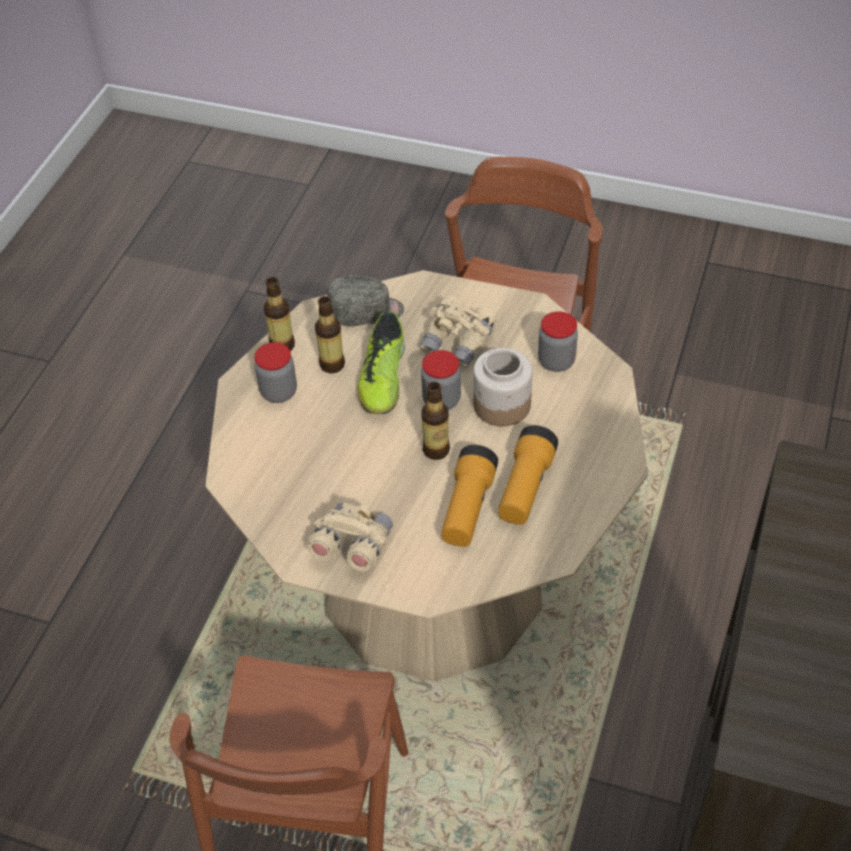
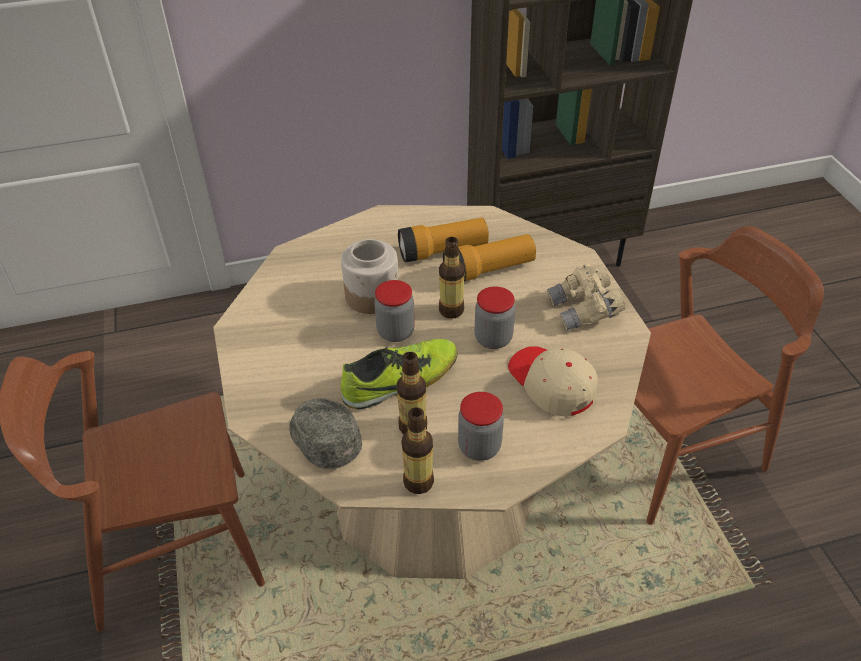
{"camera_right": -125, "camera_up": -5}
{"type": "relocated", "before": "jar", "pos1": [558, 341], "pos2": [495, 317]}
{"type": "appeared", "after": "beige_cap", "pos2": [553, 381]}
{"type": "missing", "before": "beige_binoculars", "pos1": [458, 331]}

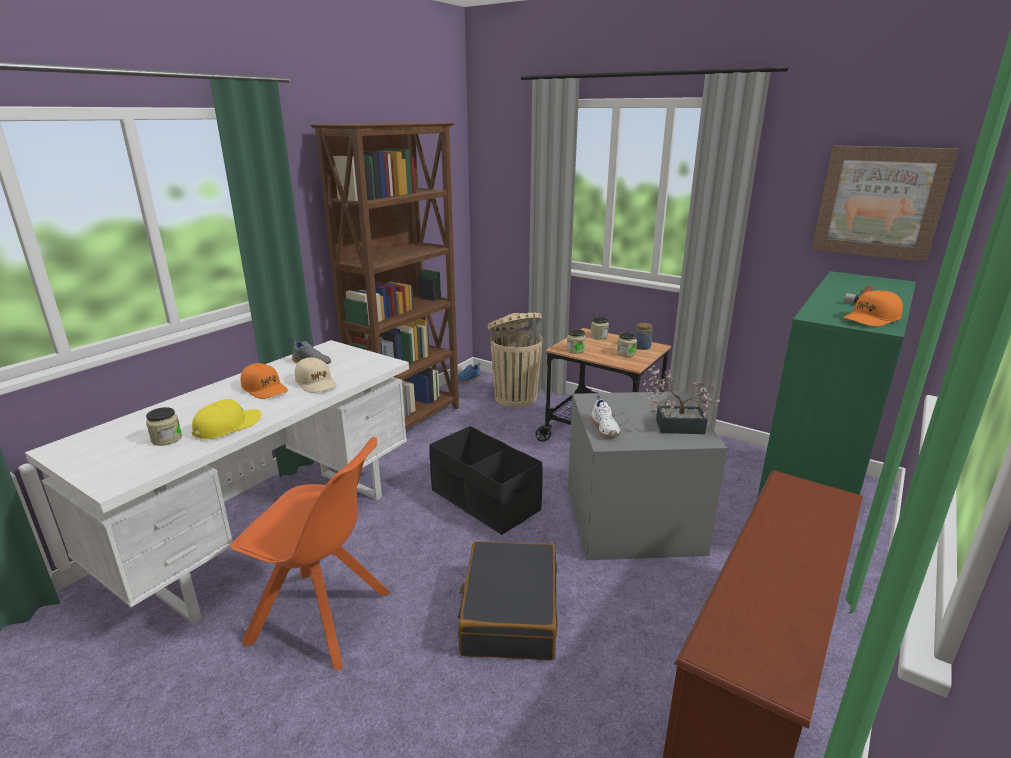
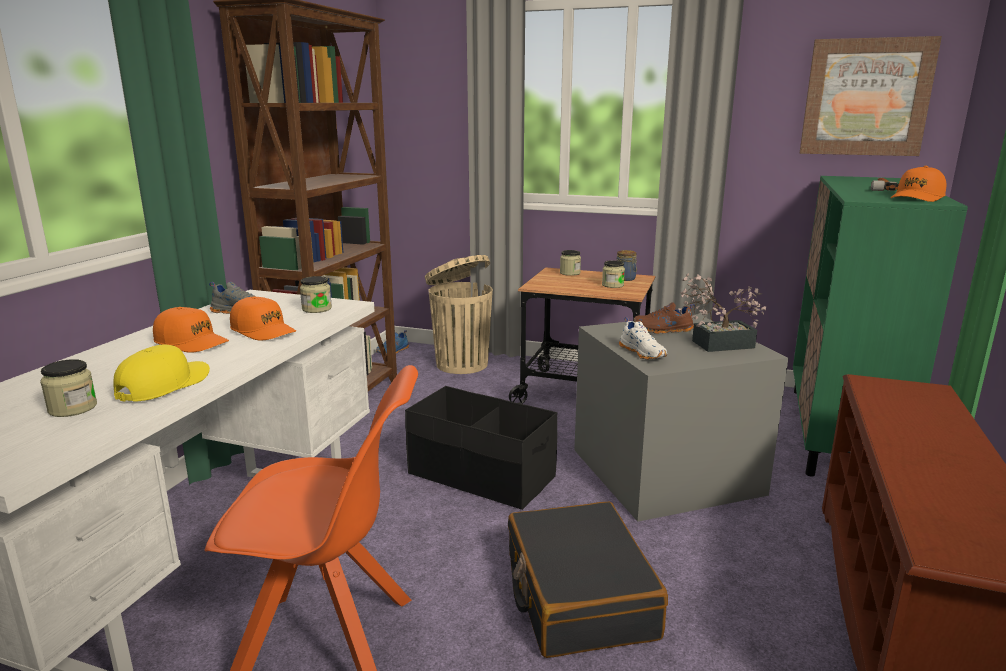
{"camera_right": -15, "camera_up": -5}
{"type": "colour", "before": "beige_cap", "after": "orange_cap", "pos1": [316, 375], "pos2": [263, 318]}
{"type": "relocated", "before": "jar", "pos1": [576, 341], "pos2": [316, 294]}
{"type": "appeared", "after": "brown_shoe", "pos2": [664, 318]}

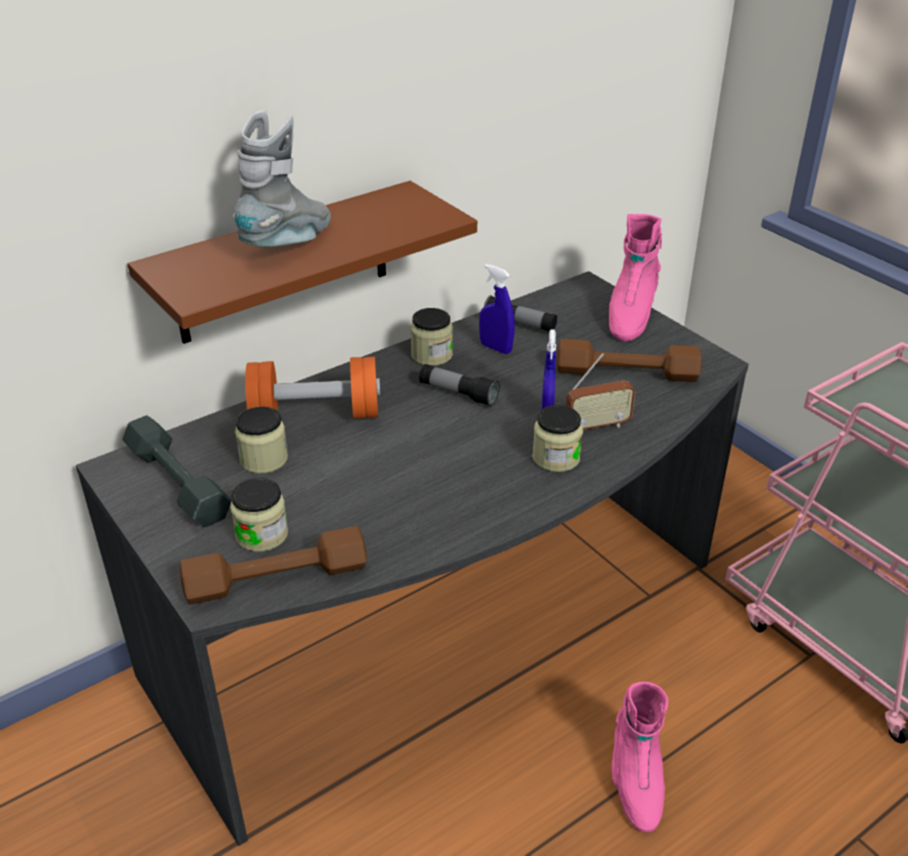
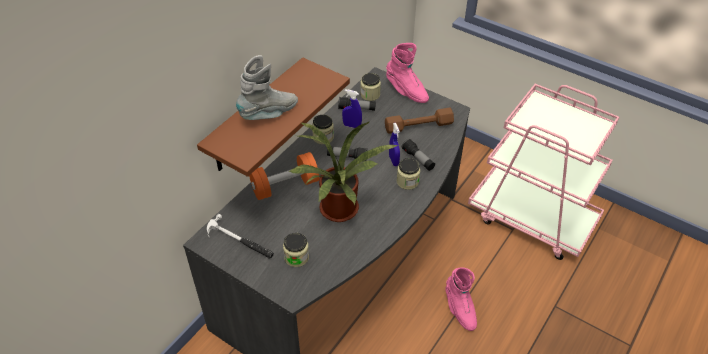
{"camera_right": -20, "camera_up": 10}
{"type": "exchanged", "before": "grey_dumbbell", "after": "hammer", "pos1": [177, 471], "pos2": [240, 236]}
{"type": "spun", "before": "grey_boot", "pos1": [282, 178], "pos2": [267, 87], "turn": 45}
{"type": "appeared", "after": "potted_plant", "pos2": [343, 172]}
{"type": "relocated", "before": "jar", "pos1": [261, 440], "pos2": [370, 87]}
{"type": "spun", "before": "pink_boot", "pos1": [635, 277], "pos2": [407, 73], "turn": -45}
{"type": "exchanged", "before": "radio", "after": "flashlight", "pos1": [600, 393], "pos2": [418, 155]}
{"type": "missing", "before": "brown_dumbbell", "pos1": [273, 565]}

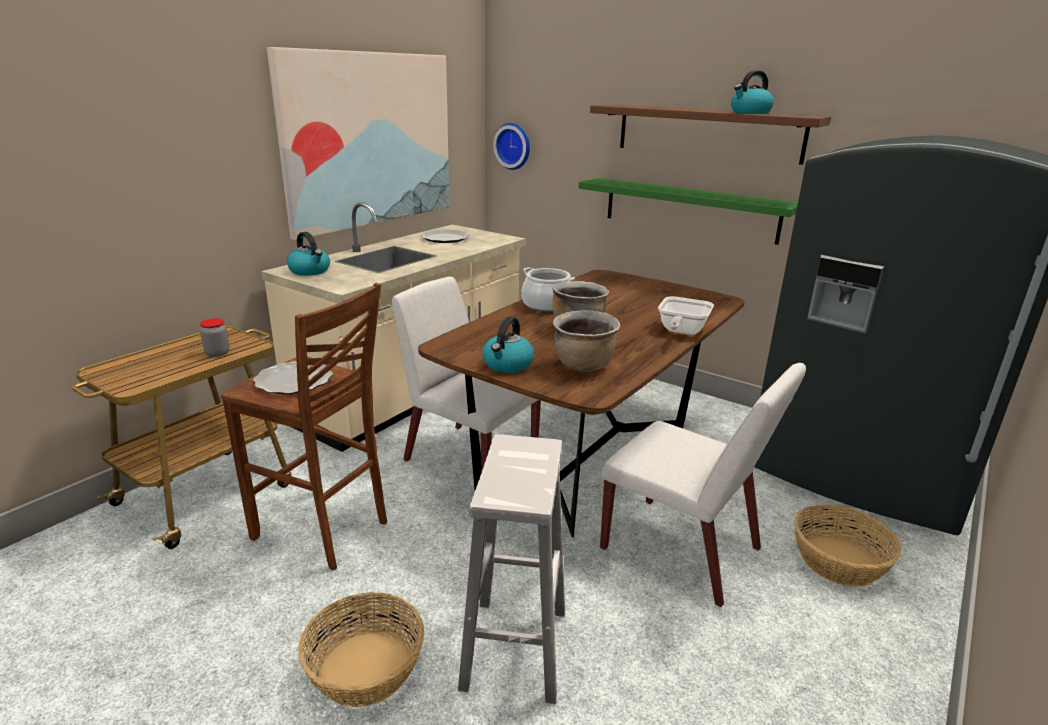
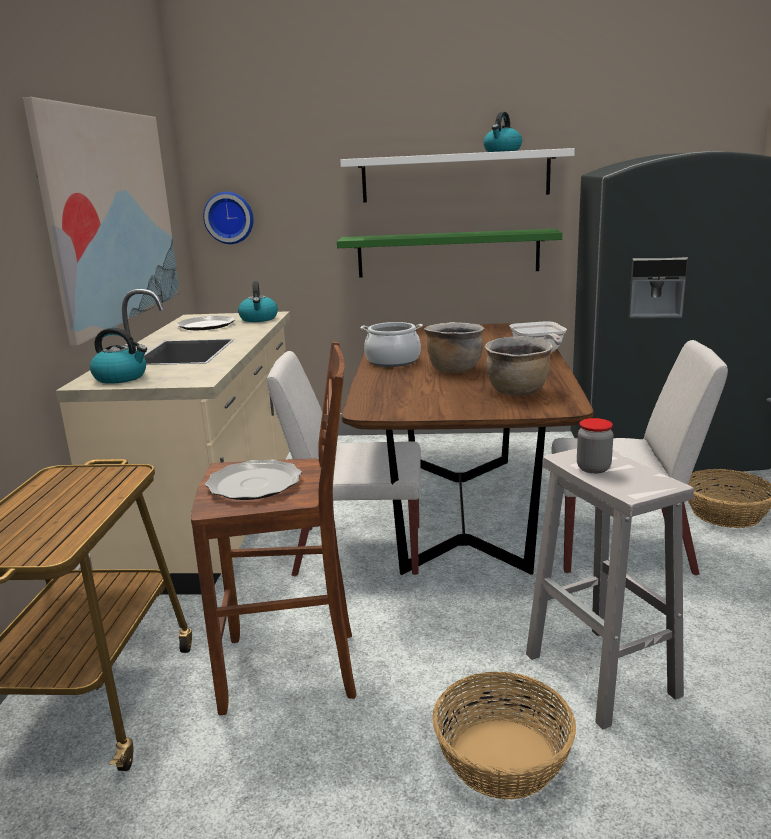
{"camera_right": -30, "camera_up": -5}
{"type": "relocated", "before": "kettle", "pos1": [508, 345], "pos2": [258, 301]}
{"type": "colour", "before": "brown_shelf", "after": "white_shelf", "pos1": [710, 134], "pos2": [457, 175]}
{"type": "relocated", "before": "jar", "pos1": [214, 337], "pos2": [595, 446]}

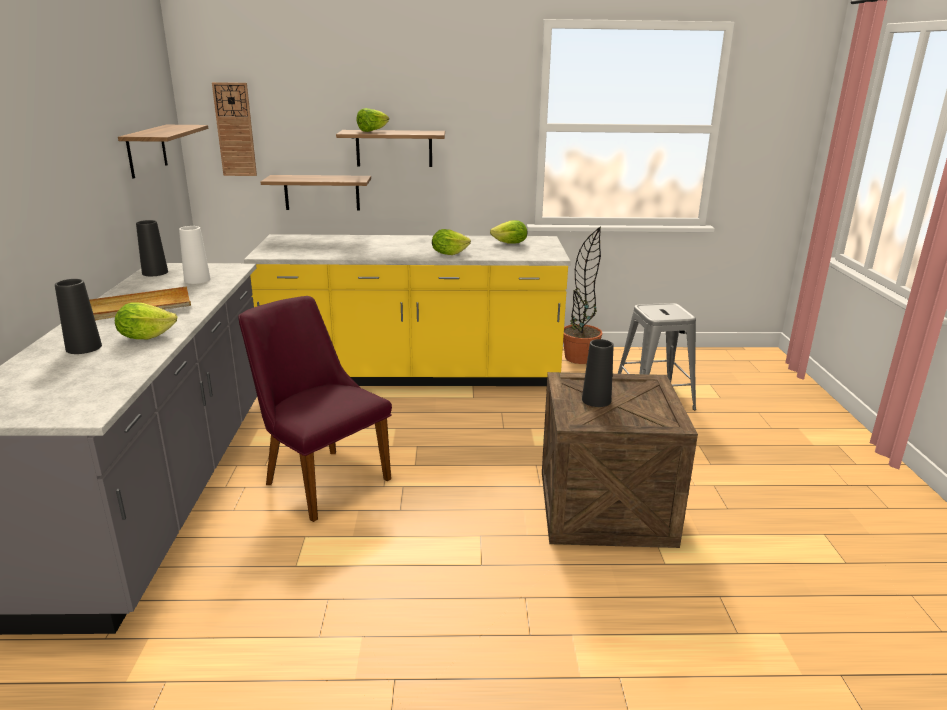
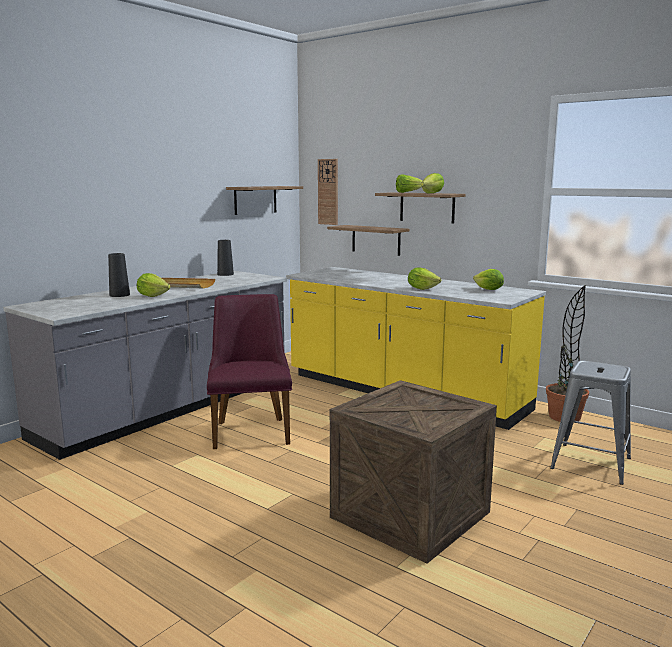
{"camera_right": 40, "camera_up": -10}
{"type": "appeared", "after": "lettuce", "pos2": [432, 183]}
{"type": "missing", "before": "white_vase", "pos1": [195, 255]}
{"type": "missing", "before": "black_vase", "pos1": [598, 373]}

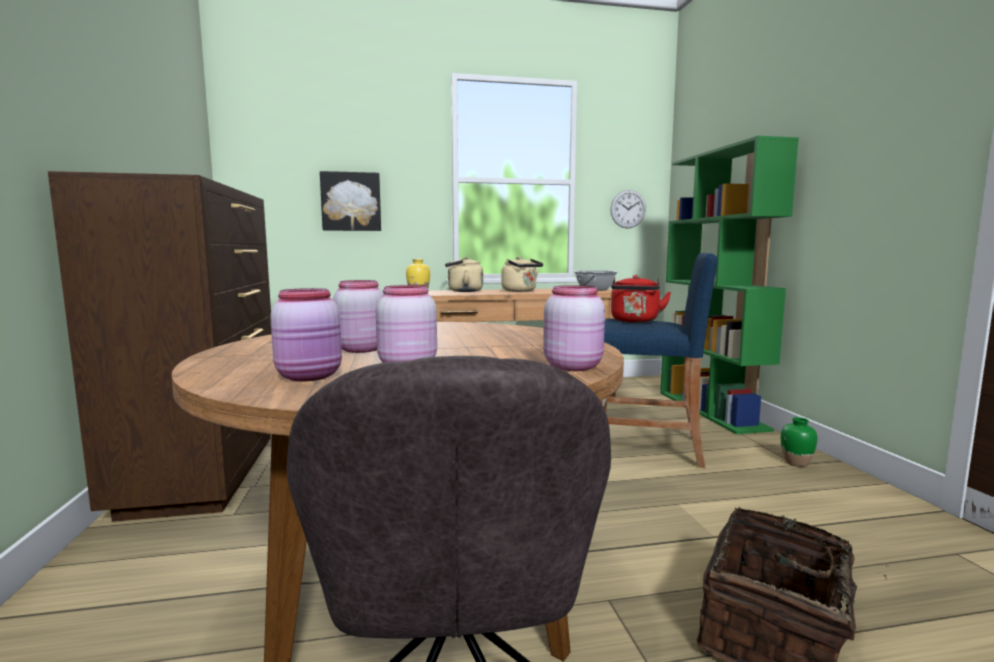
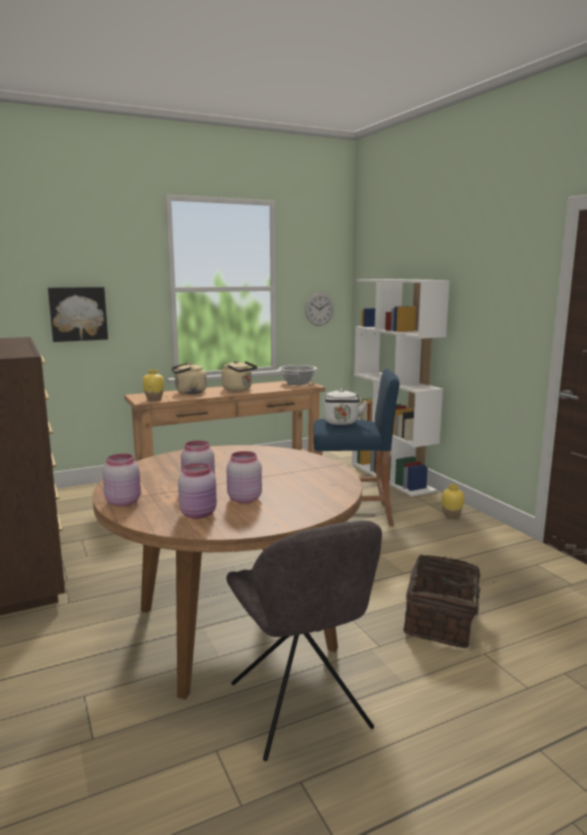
{"camera_right": -15, "camera_up": 5}
{"type": "relocated", "before": "pink_jar", "pos1": [574, 328], "pos2": [121, 480]}
{"type": "colour", "before": "red_kettle", "after": "white_kettle", "pos1": [641, 299], "pos2": [345, 407]}
{"type": "colour", "before": "green_bookcase", "after": "white_bookcase", "pos1": [729, 285], "pos2": [401, 388]}
{"type": "colour", "before": "green_vase", "after": "yellow_vase", "pos1": [799, 442], "pos2": [452, 501]}

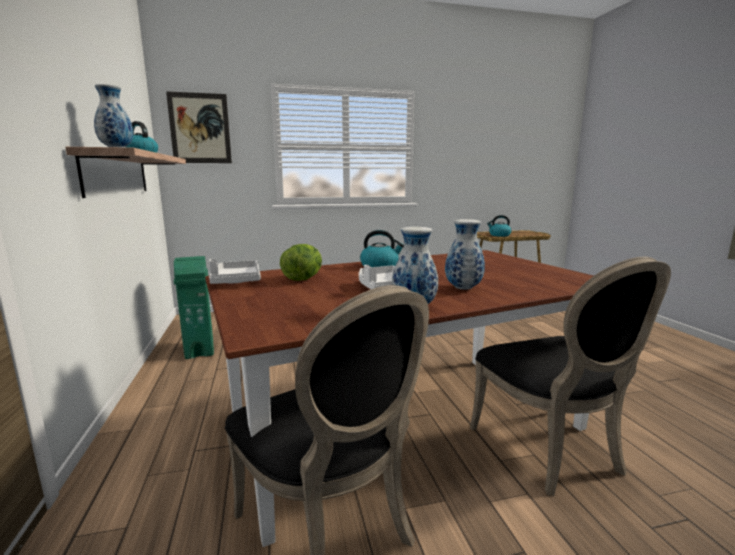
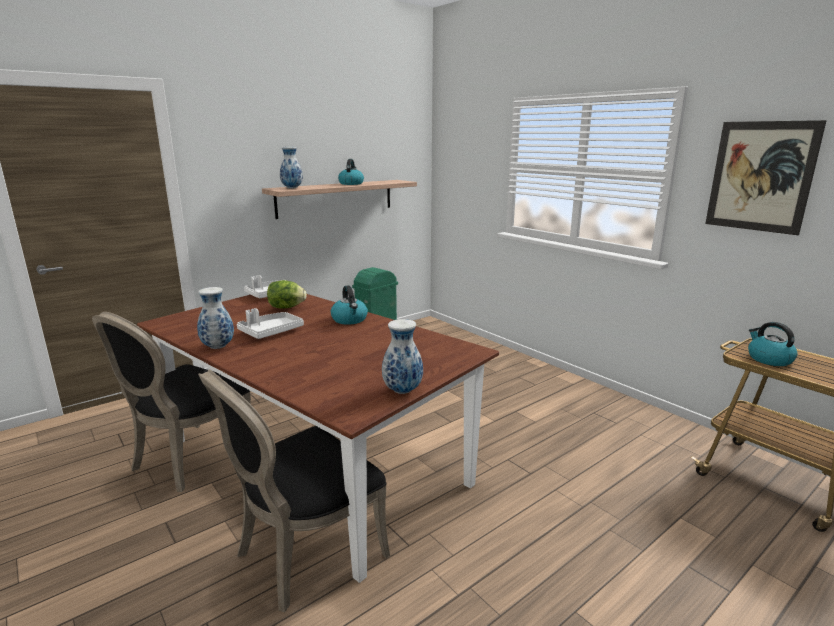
{"camera_right": 65, "camera_up": 5}
{"type": "relocated", "before": "vase", "pos1": [465, 254], "pos2": [402, 356]}
{"type": "relocated", "before": "picture", "pos1": [199, 127], "pos2": [766, 177]}

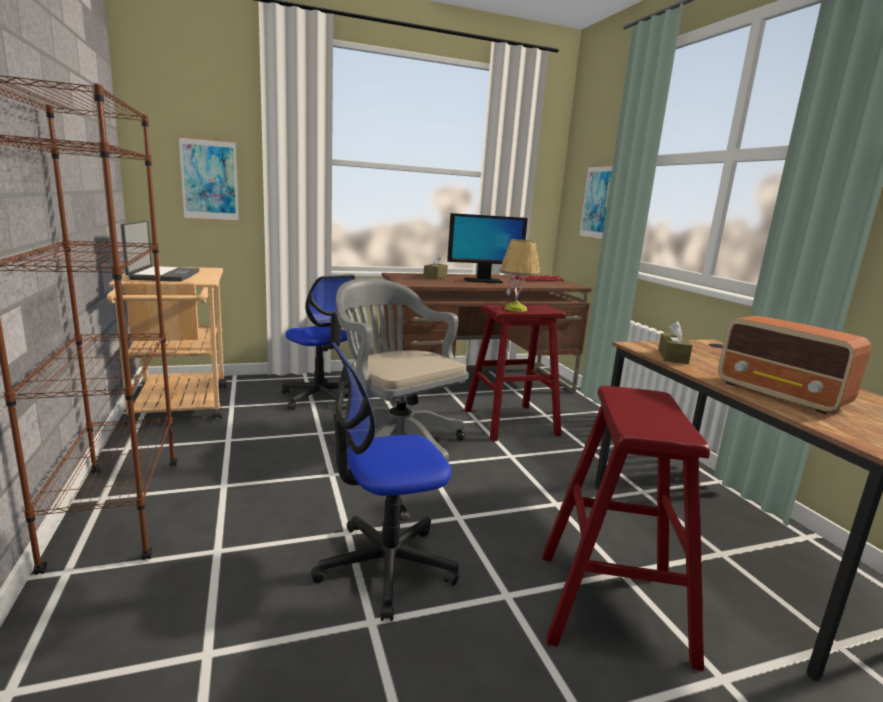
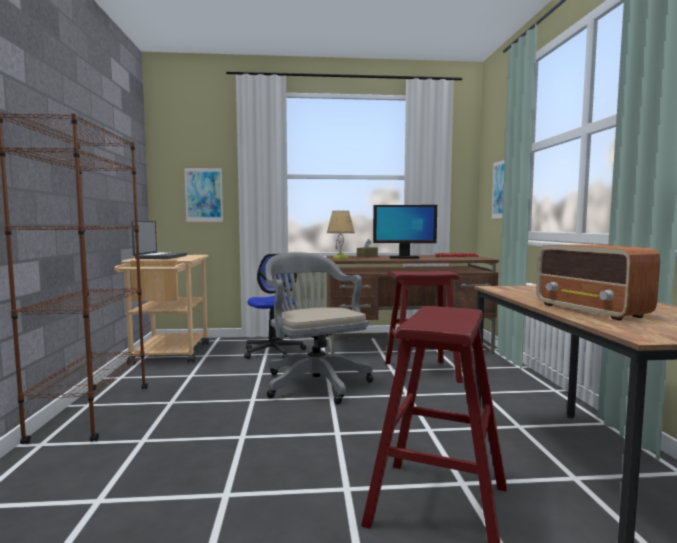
{"camera_right": 15, "camera_up": -10}
{"type": "relocated", "before": "table_lamp", "pos1": [519, 275], "pos2": [341, 235]}
{"type": "missing", "before": "office_chair", "pos1": [385, 481]}
{"type": "missing", "before": "brown_tissue_box", "pos1": [675, 342]}

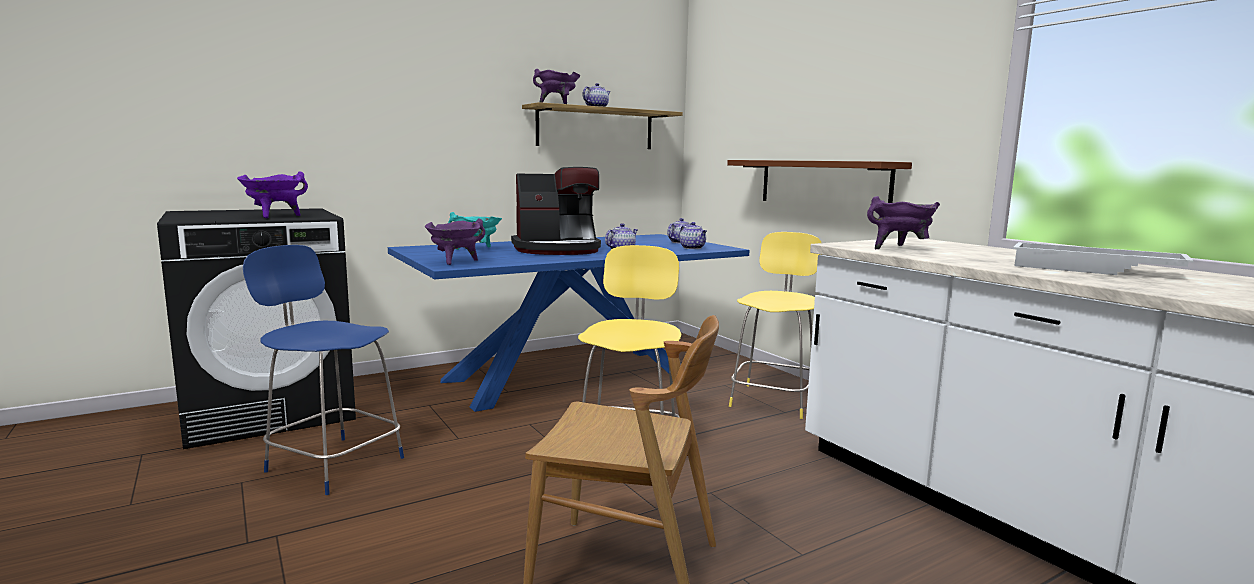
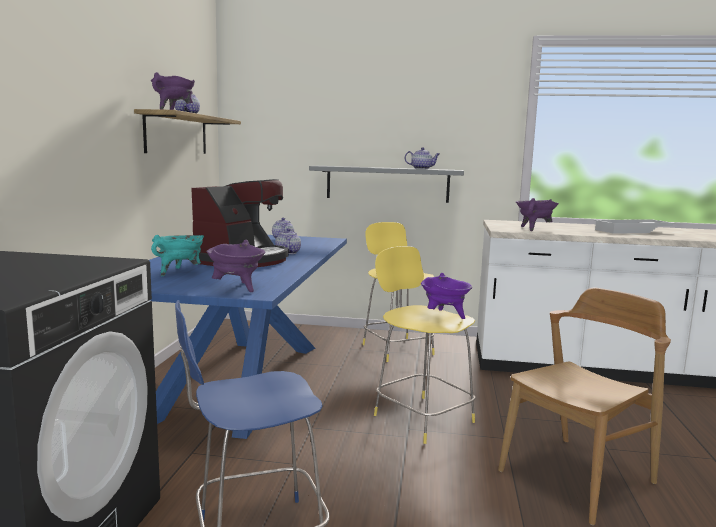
{"camera_right": -50, "camera_up": 0}
{"type": "colour", "before": "brown_shelf", "after": "grey_shelf", "pos1": [819, 181], "pos2": [386, 184]}
{"type": "relocated", "before": "teapot", "pos1": [693, 235], "pos2": [422, 158]}
{"type": "relocated", "before": "purple_cooking_pot", "pos1": [272, 195], "pos2": [446, 296]}

